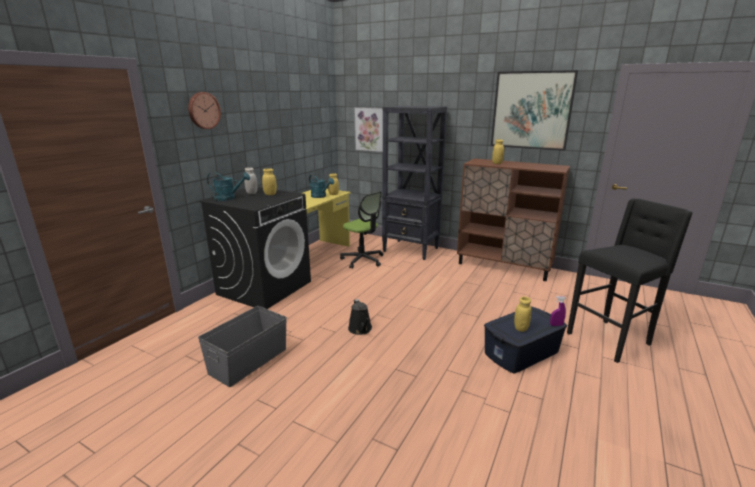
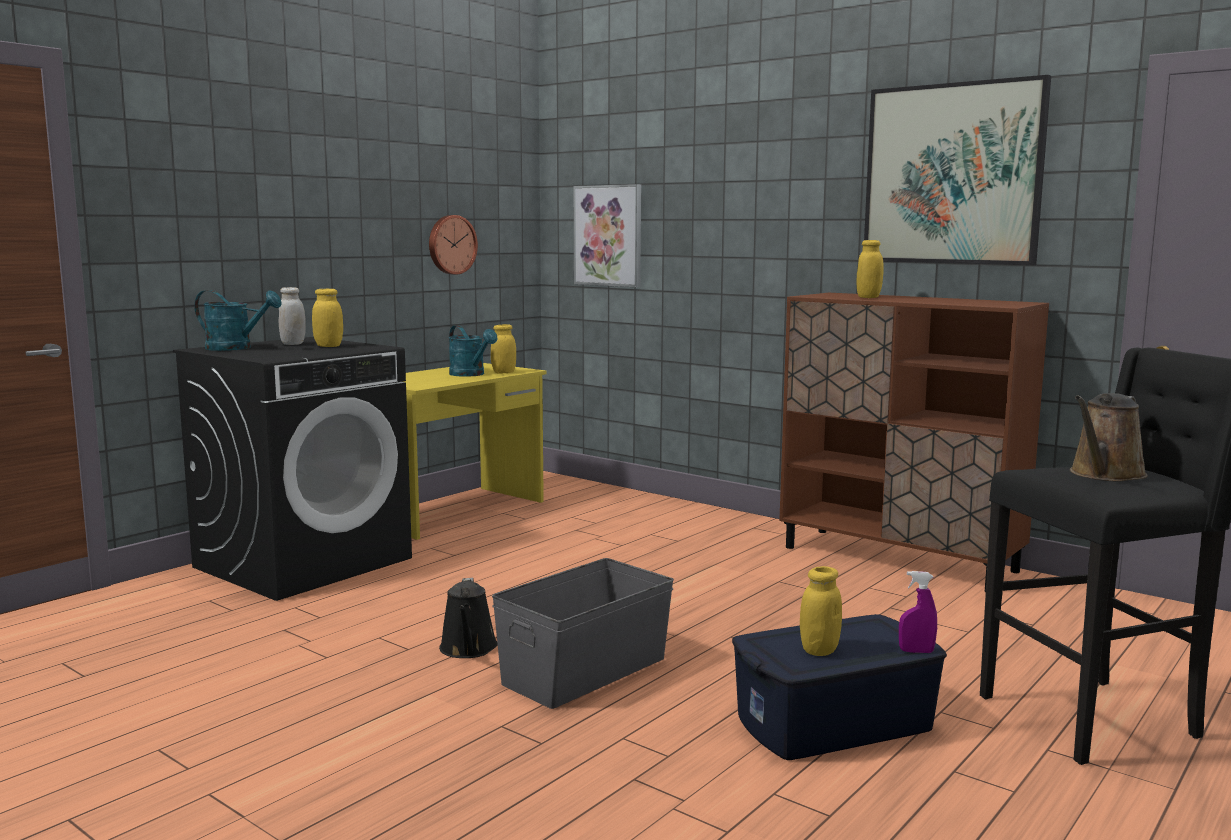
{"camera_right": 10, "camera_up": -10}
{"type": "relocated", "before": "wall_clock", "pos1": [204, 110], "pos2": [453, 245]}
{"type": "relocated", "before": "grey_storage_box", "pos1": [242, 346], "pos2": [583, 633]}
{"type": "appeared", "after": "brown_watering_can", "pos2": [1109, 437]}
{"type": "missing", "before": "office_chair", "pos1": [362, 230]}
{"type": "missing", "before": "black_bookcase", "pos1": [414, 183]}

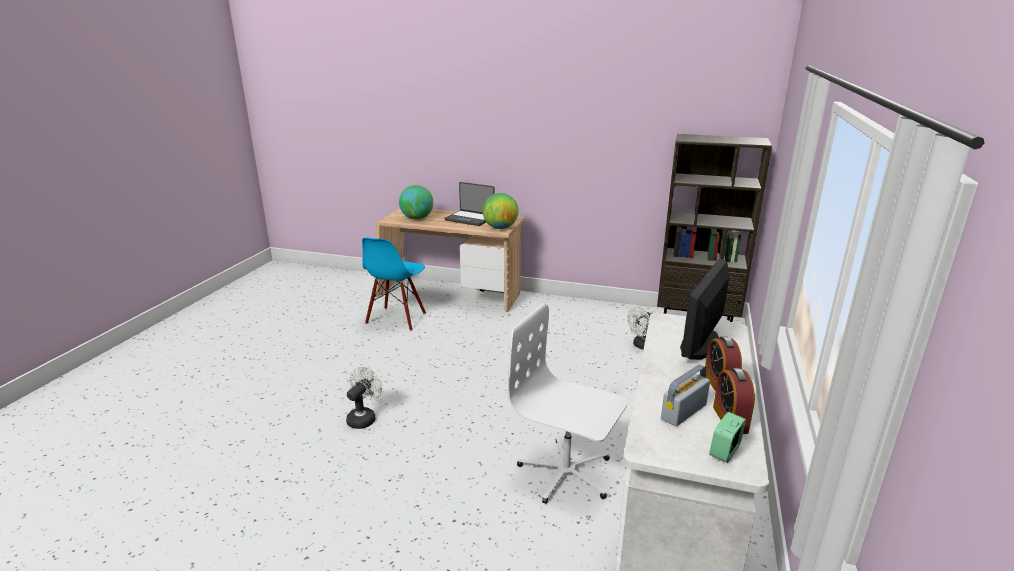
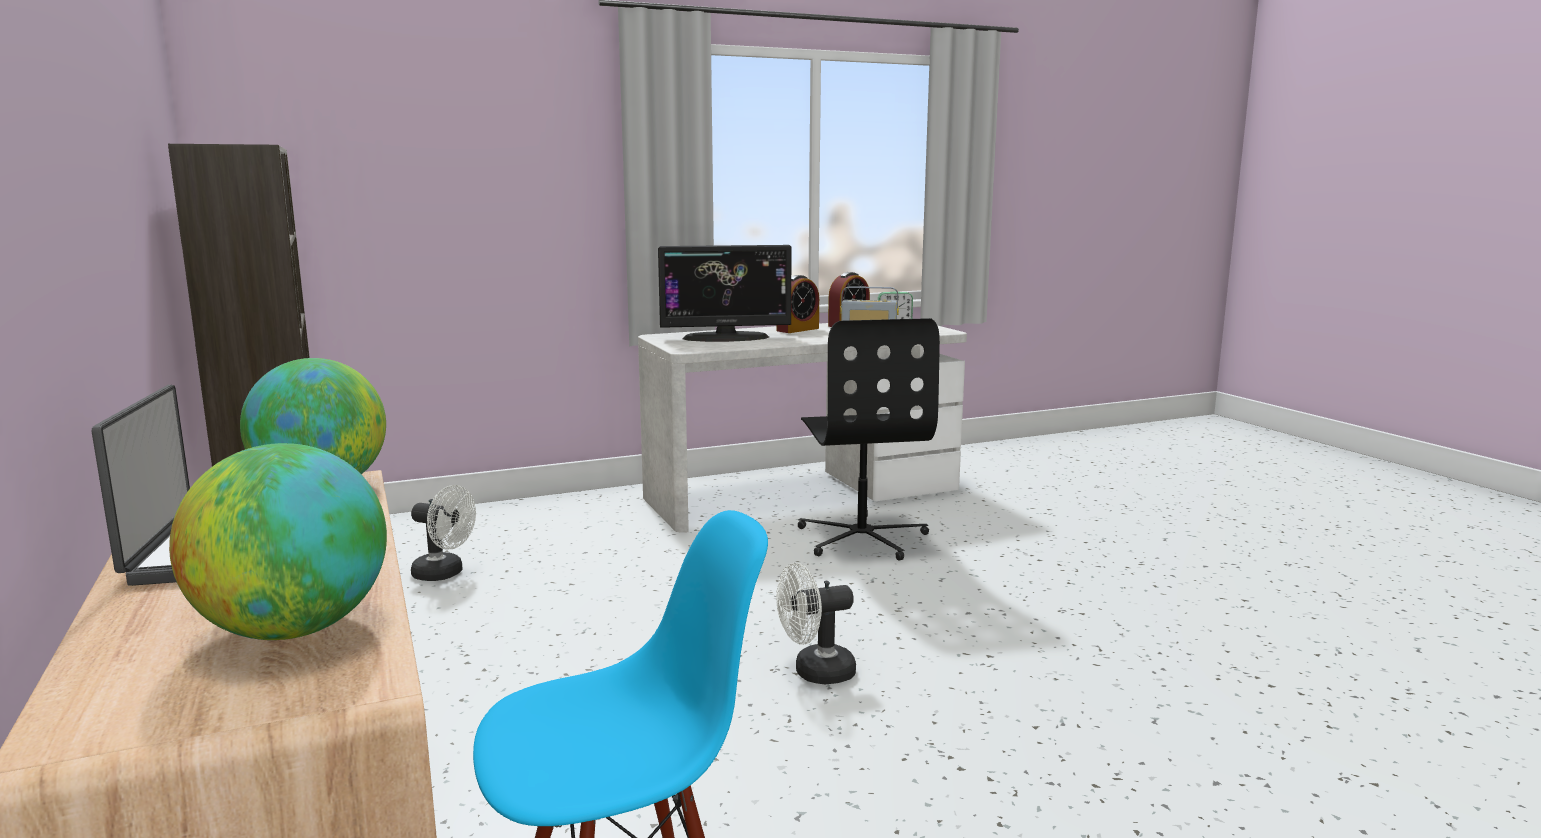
{"camera_right": -130, "camera_up": -10}
{"type": "relocated", "before": "white_fan", "pos1": [364, 398], "pos2": [816, 623]}
{"type": "colour", "before": "white_office_chair", "after": "black_office_chair", "pos1": [567, 403], "pos2": [868, 439]}

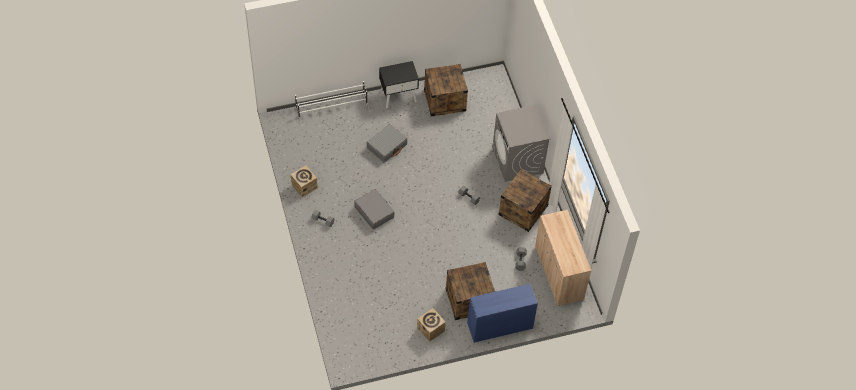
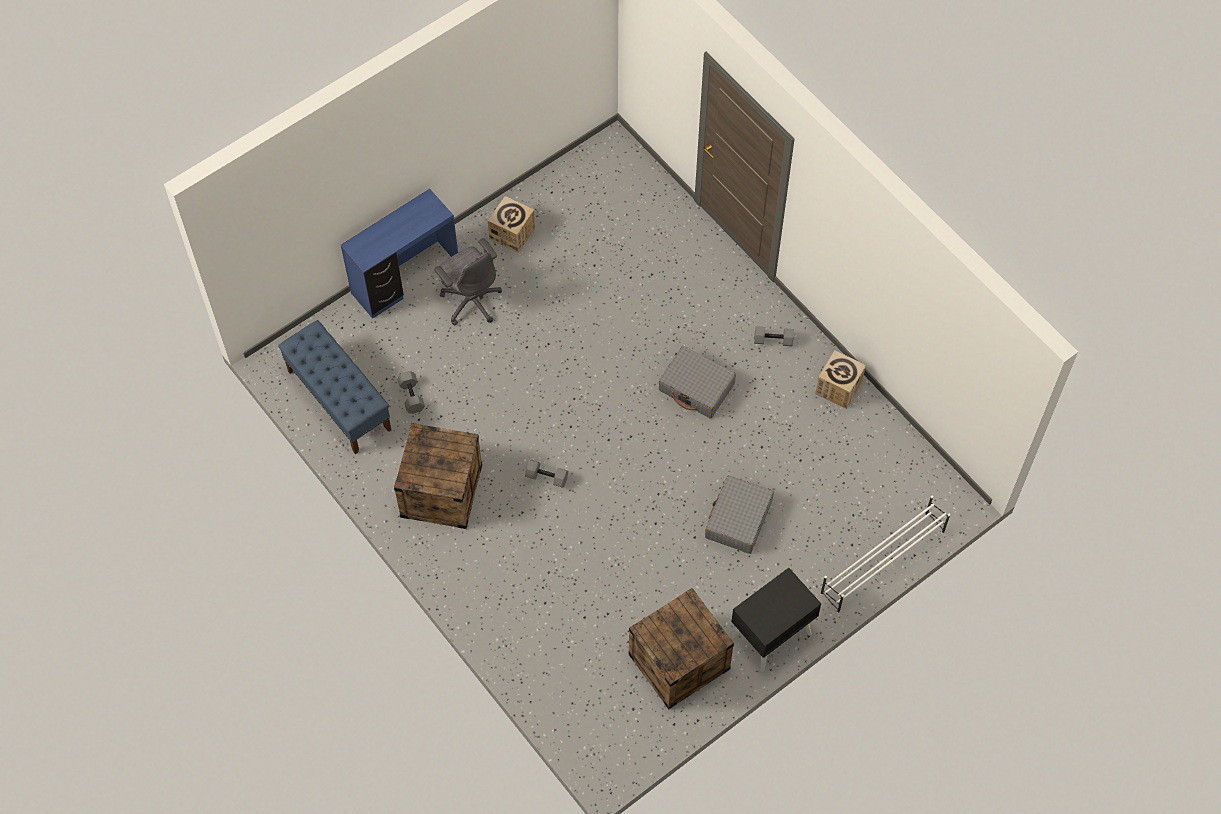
{"camera_right": 160, "camera_up": 5}
{"type": "exchanged", "before": "beige_cabinet", "after": "blue_bench", "pos1": [563, 258], "pos2": [334, 387]}
{"type": "exchanged", "before": "crate", "after": "grey_office_chair", "pos1": [470, 291], "pos2": [468, 281]}
{"type": "missing", "before": "grey_washing_machine", "pos1": [521, 143]}

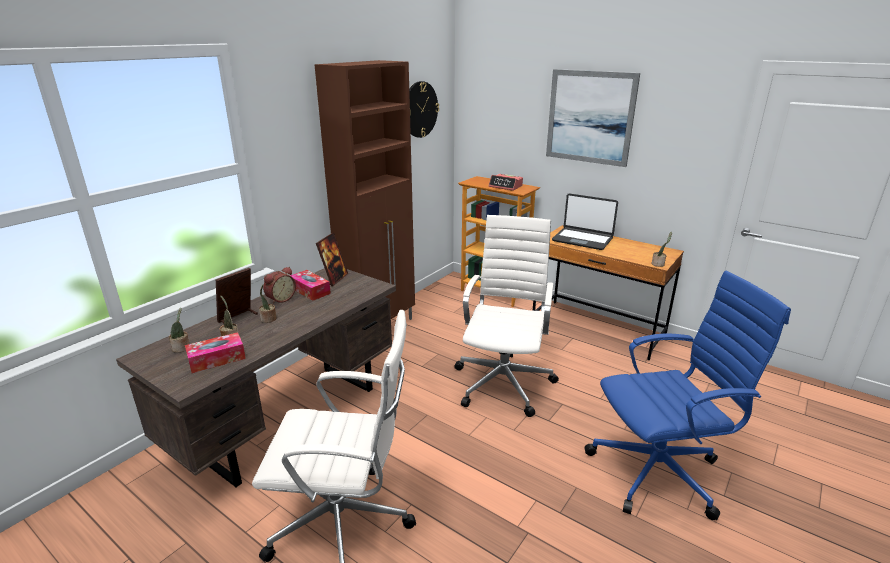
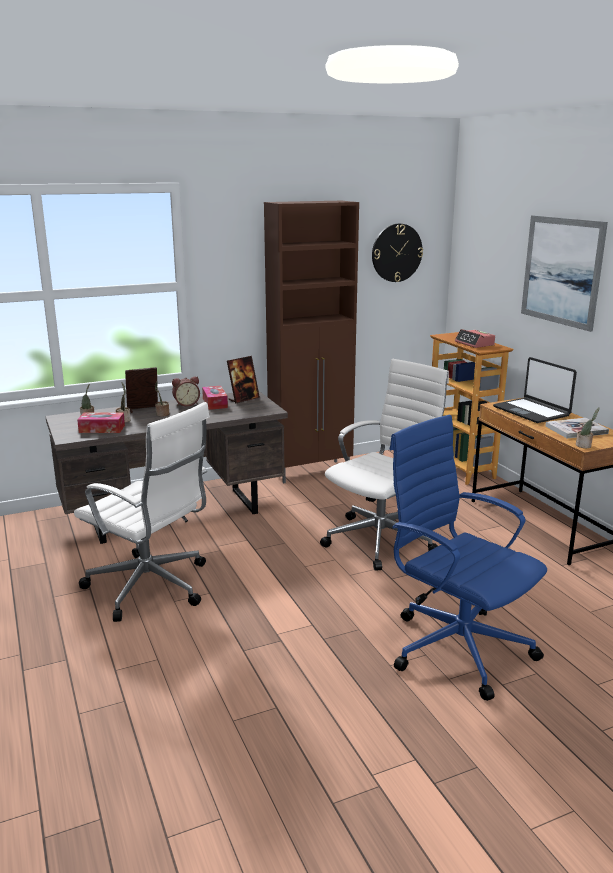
{"camera_right": 30, "camera_up": -5}
{"type": "spun", "before": "blue_office_chair", "pos1": [688, 395], "pos2": [468, 557], "turn": -150}
{"type": "appeared", "after": "book", "pos2": [577, 428]}

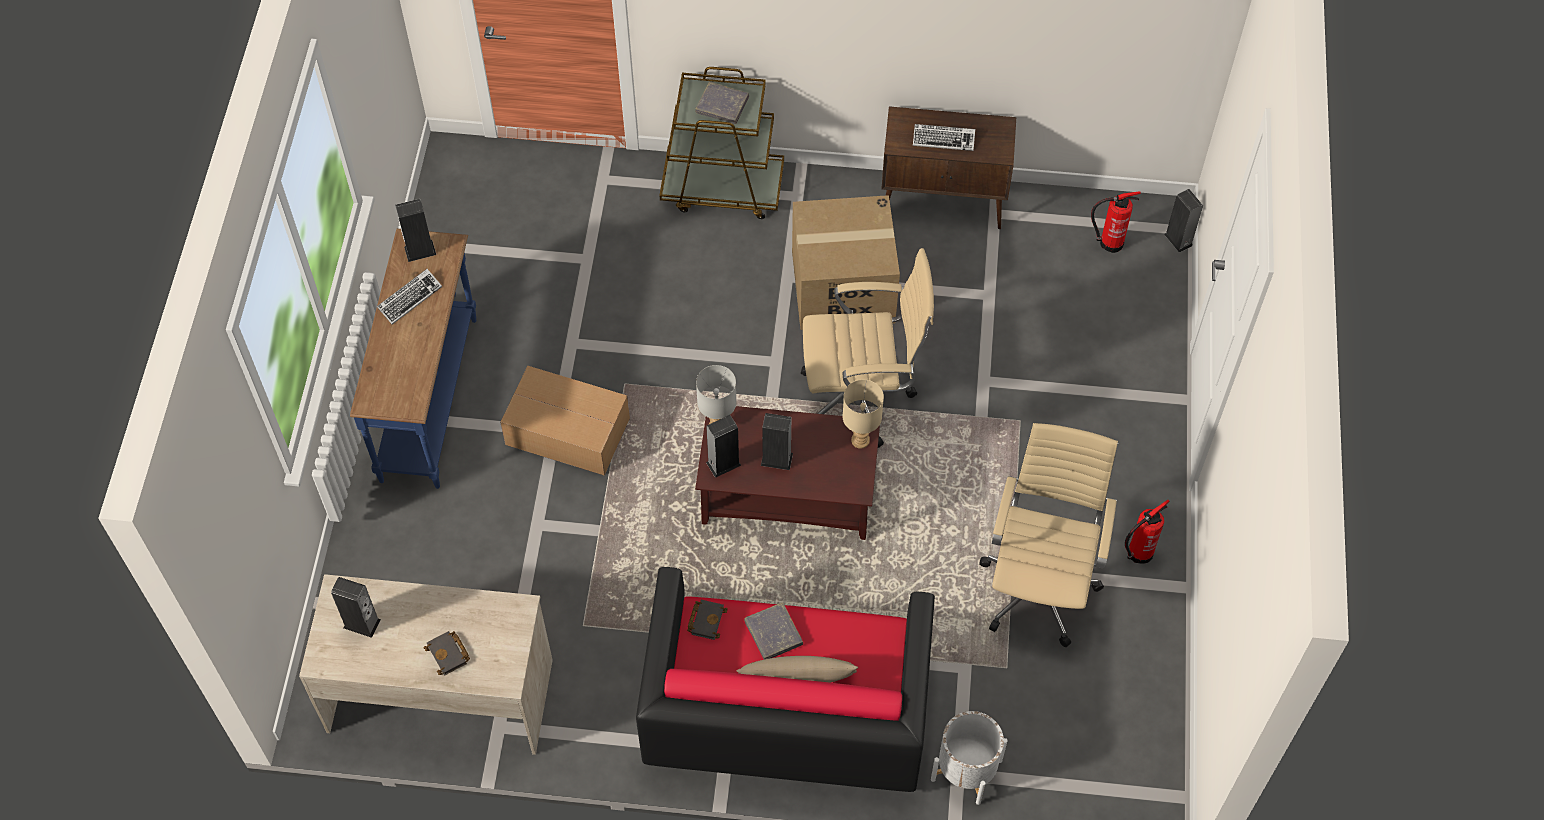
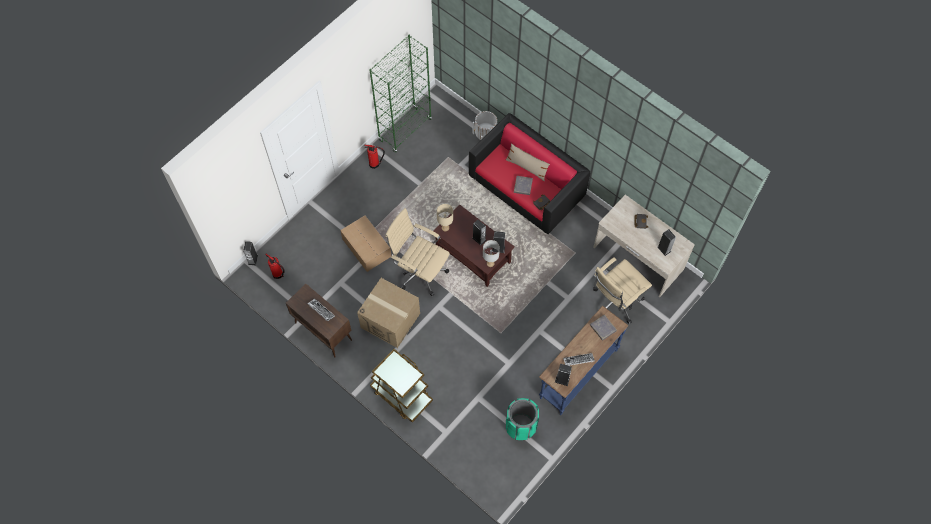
{"camera_right": -145, "camera_up": 5}
{"type": "relocated", "before": "cardboard_box", "pos1": [565, 421], "pos2": [365, 243]}
{"type": "appeared", "after": "green_bookcase", "pos2": [400, 93]}
{"type": "appeared", "after": "green_trash_can", "pos2": [522, 419]}
{"type": "relocated", "before": "grey_book", "pos1": [722, 103], "pos2": [603, 328]}
{"type": "relocated", "before": "beige_office_chair", "pos1": [1048, 535], "pos2": [622, 290]}

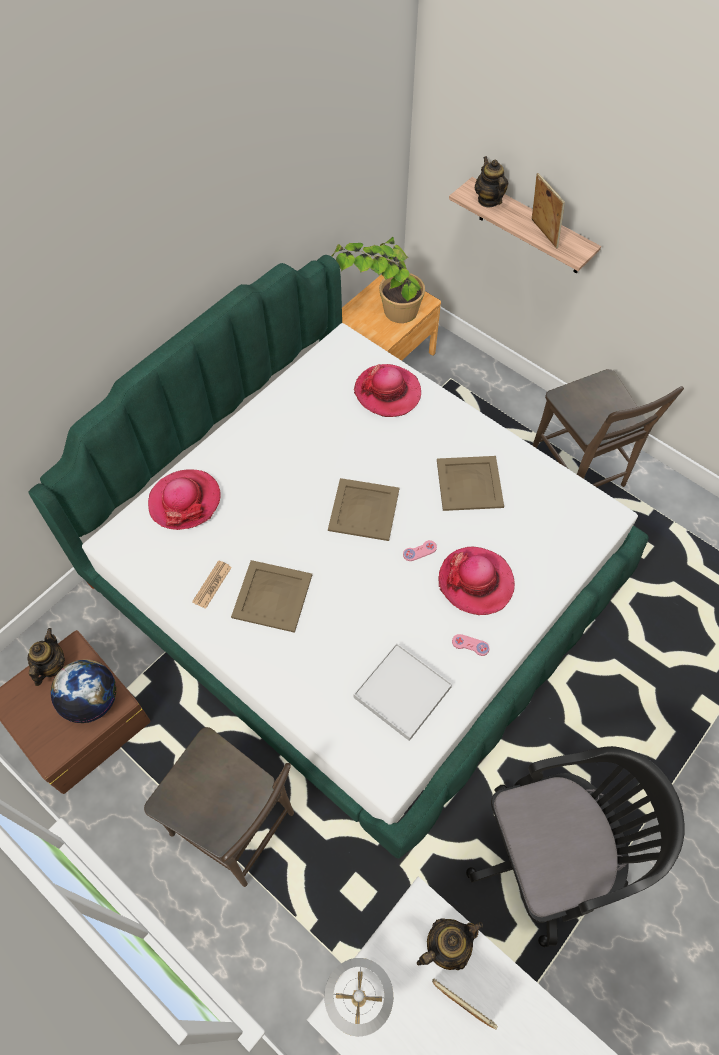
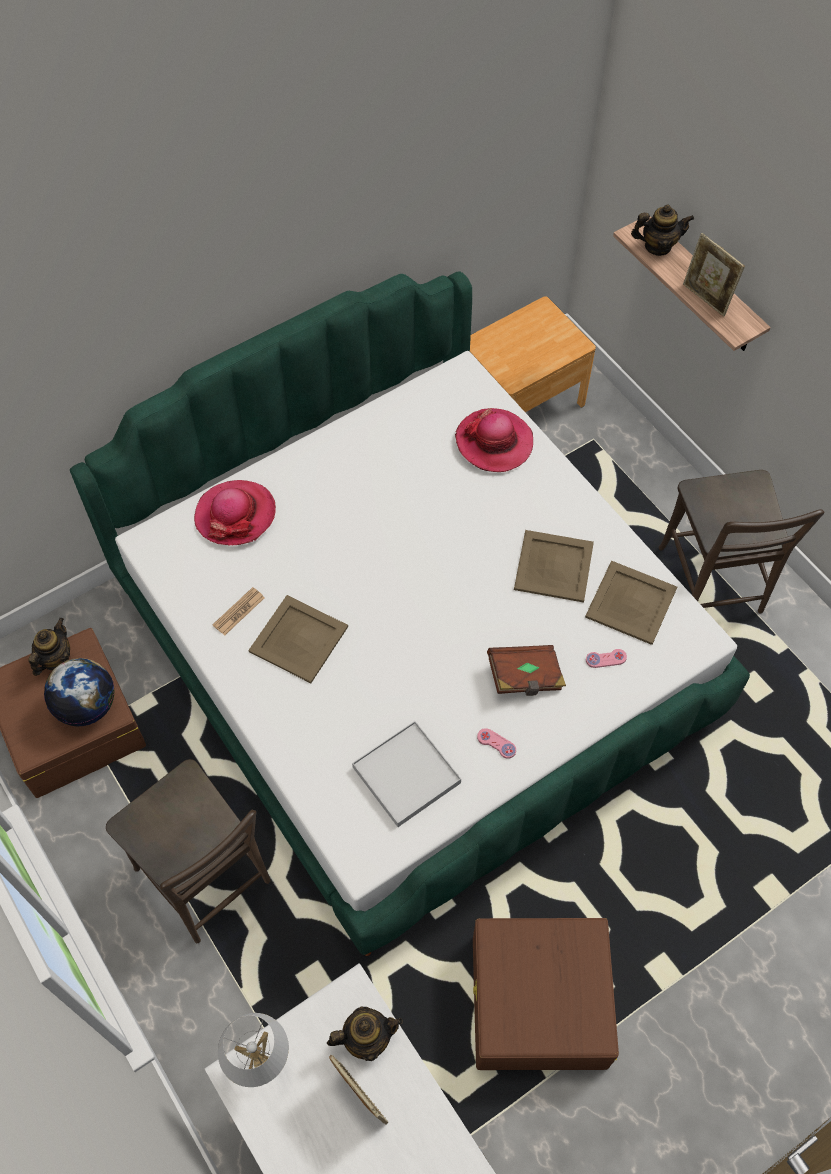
{"camera_right": 15, "camera_up": 0}
{"type": "exchanged", "before": "black_office_chair", "after": "brown_storage_box", "pos1": [575, 846], "pos2": [546, 994]}
{"type": "exchanged", "before": "hat", "after": "brown_book", "pos1": [477, 580], "pos2": [526, 670]}
{"type": "relocated", "before": "beige_tray", "pos1": [363, 509], "pos2": [631, 602]}
{"type": "relocated", "before": "pink_game_controller", "pos1": [420, 550], "pos2": [606, 658]}
{"type": "spun", "before": "teapot", "pos1": [491, 181], "pos2": [662, 230], "turn": 90}
{"type": "spun", "before": "picture_frame", "pos1": [548, 211], "pos2": [714, 274], "turn": 150}
{"type": "missing", "before": "potted_plant", "pos1": [378, 280]}

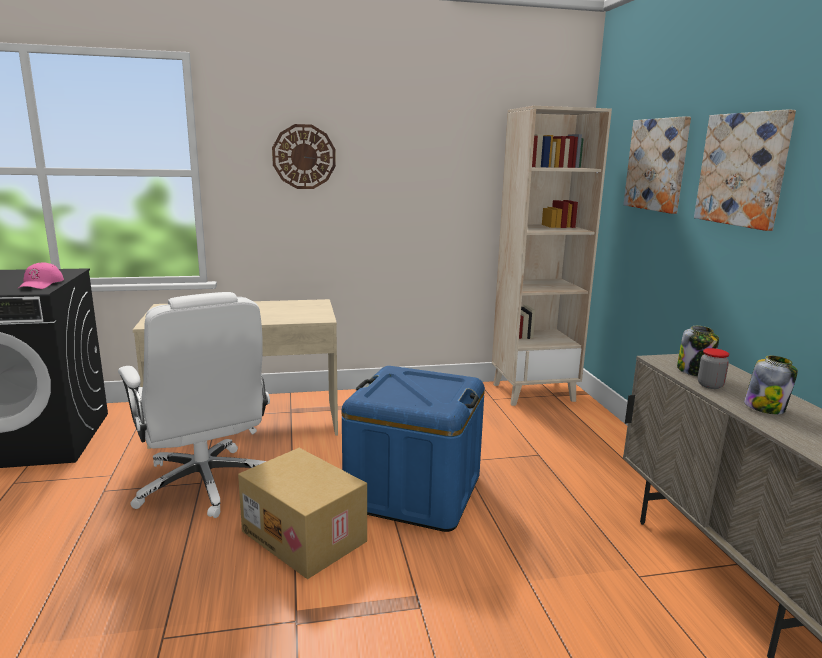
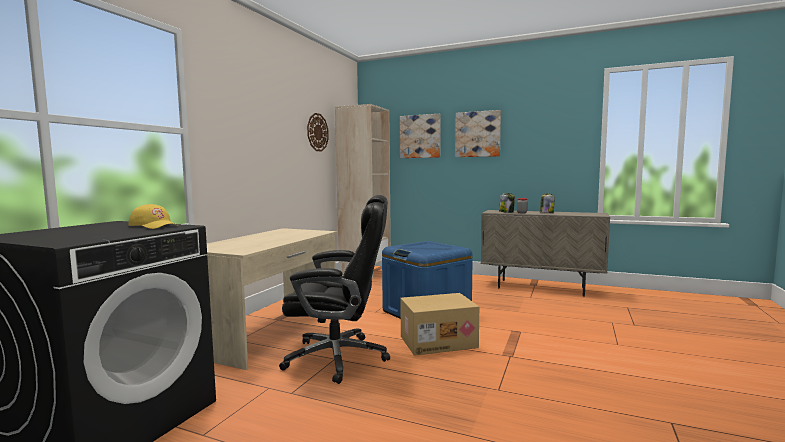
{"camera_right": -55, "camera_up": -10}
{"type": "colour", "before": "pink_cap", "after": "yellow_cap", "pos1": [41, 275], "pos2": [153, 216]}
{"type": "colour", "before": "white_office_chair", "after": "black_office_chair", "pos1": [194, 405], "pos2": [334, 289]}
{"type": "relocated", "before": "wall_clock", "pos1": [304, 156], "pos2": [318, 132]}

